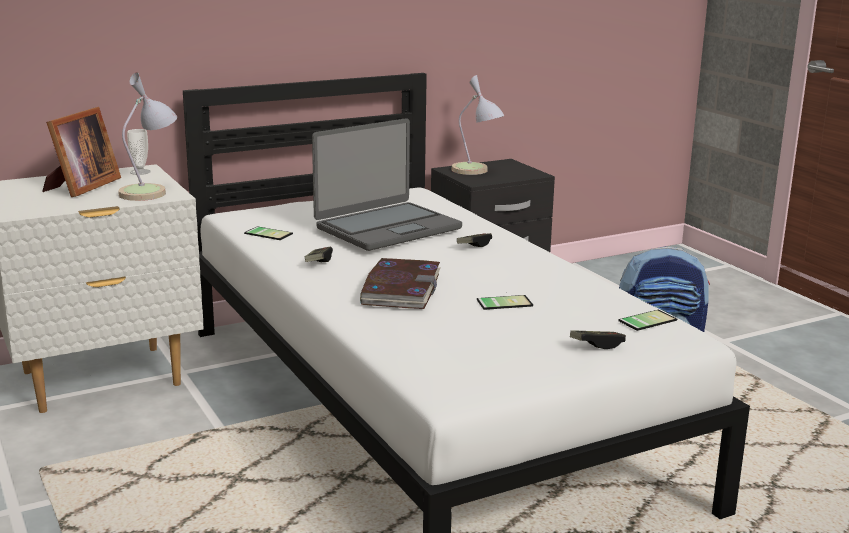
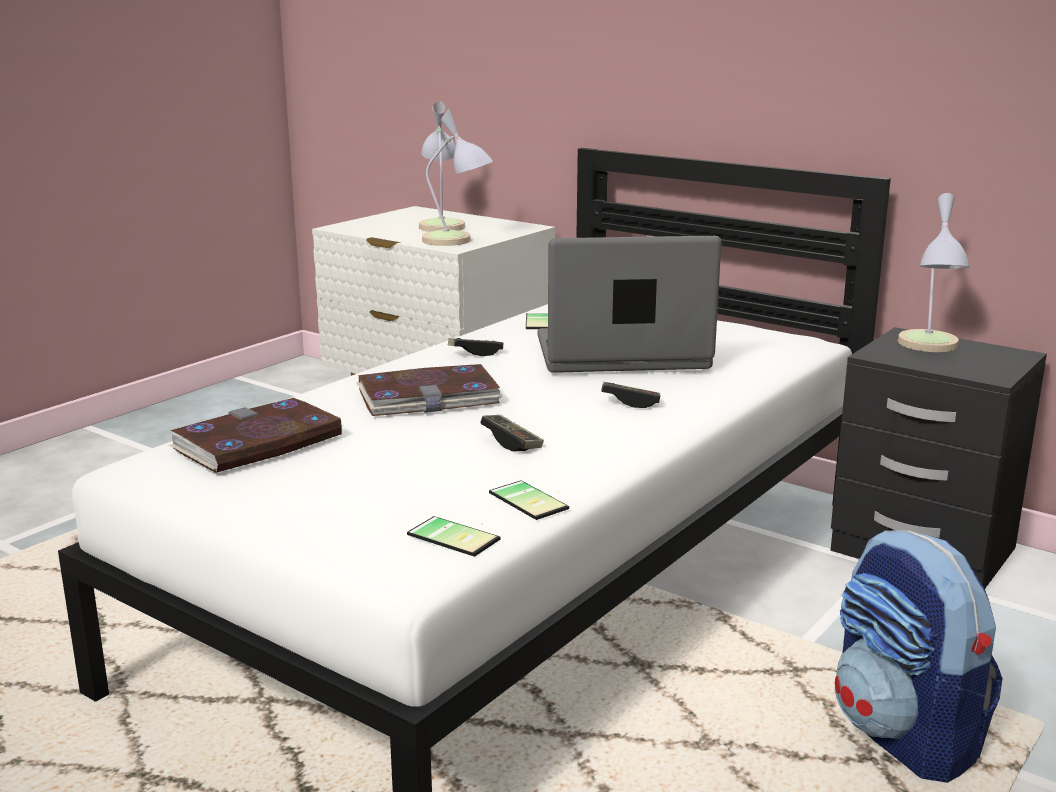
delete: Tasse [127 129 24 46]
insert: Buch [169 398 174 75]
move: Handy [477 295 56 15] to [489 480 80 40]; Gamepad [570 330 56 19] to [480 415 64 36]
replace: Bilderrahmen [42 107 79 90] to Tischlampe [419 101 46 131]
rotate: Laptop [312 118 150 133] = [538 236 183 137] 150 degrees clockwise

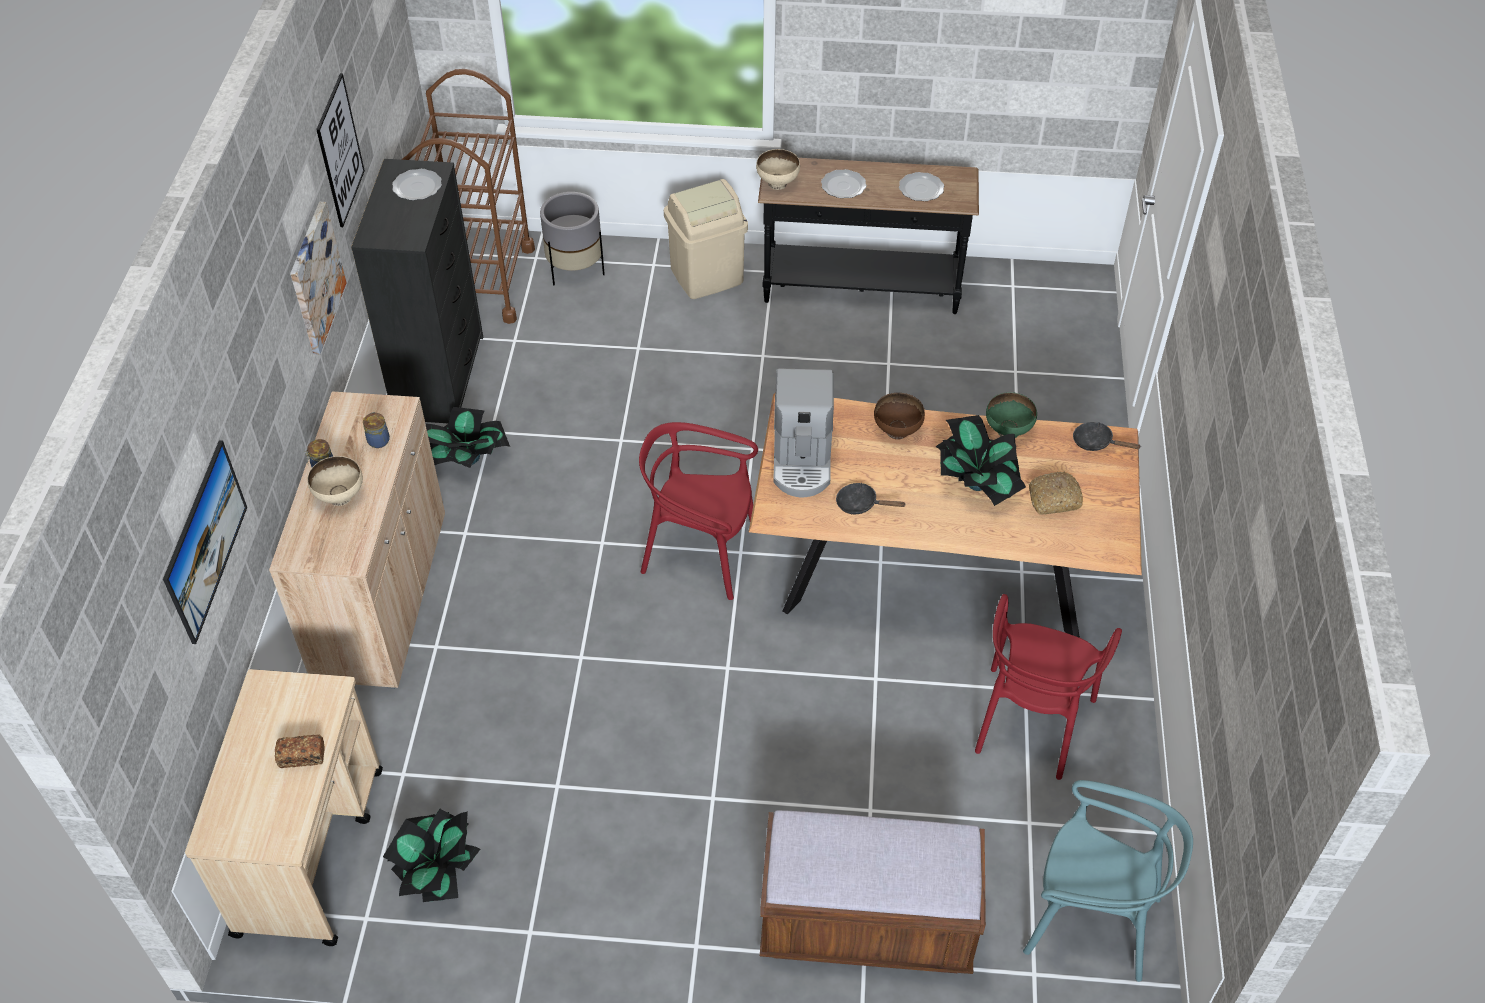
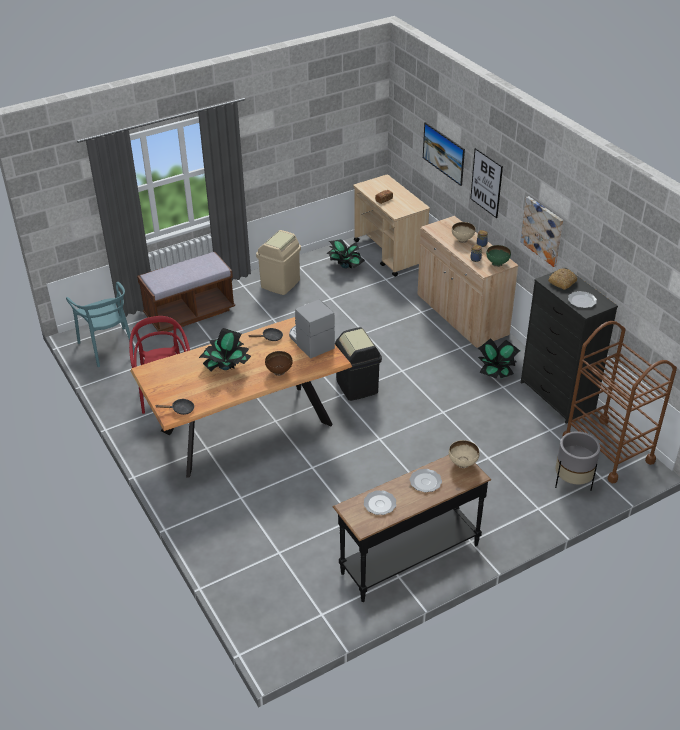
move: Bild [316 73 49 154] to [470 148 33 70]; Mülleimer (beige) [664 179 84 120] to [256 230 45 65]; Schüssel (grün) [986 392 51 46] to [486 245 25 22]; Brot [1029 472 54 43] to [548 268 29 22]
replace: Stuhl (rot) [639 422 119 178] to Mülleimer (schwarz) [335 327 47 74]
rotate: Stuhl (türkis) [1023 780 170 202] = [66 282 69 85] 105 degrees counterclockwise

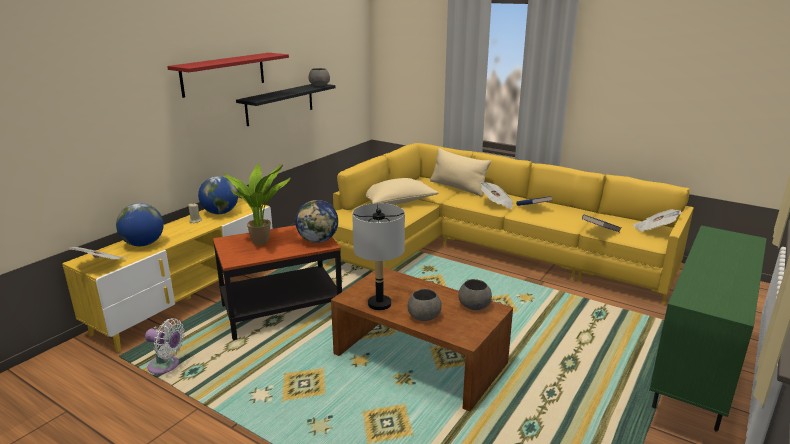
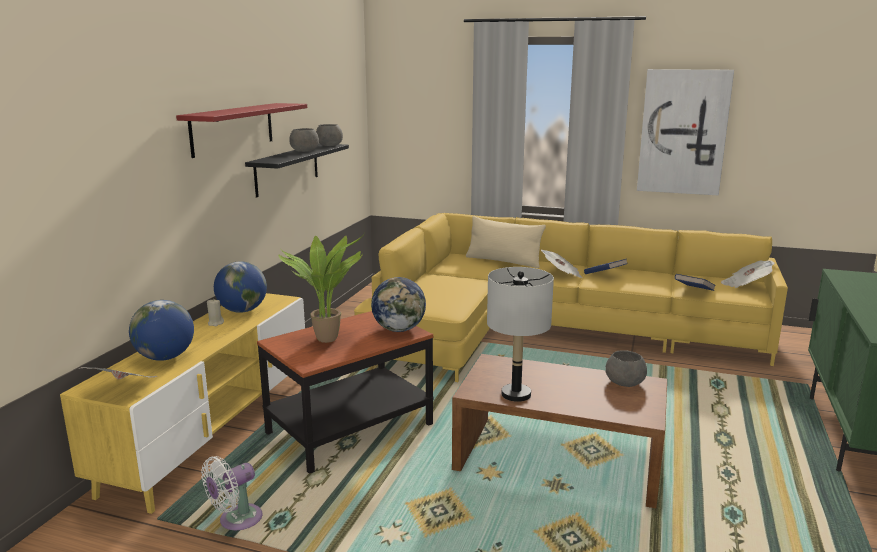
delete: Kissen (beige) [366 178 73 27]
insert: Bild [637 69 97 126]
move: Schüssel (grau) [407 289 35 32] to [289 128 30 24]
rotate: Ventilator (weiß) [145 318 40 56] = [201 456 62 74] 135 degrees clockwise

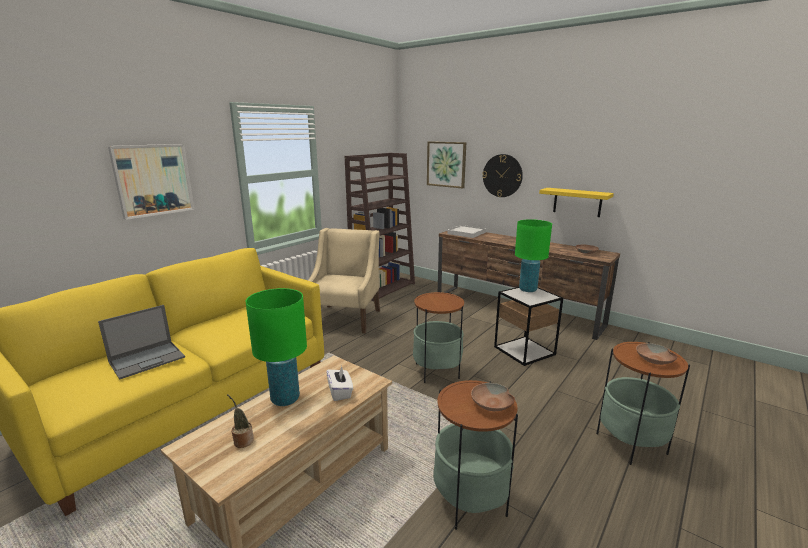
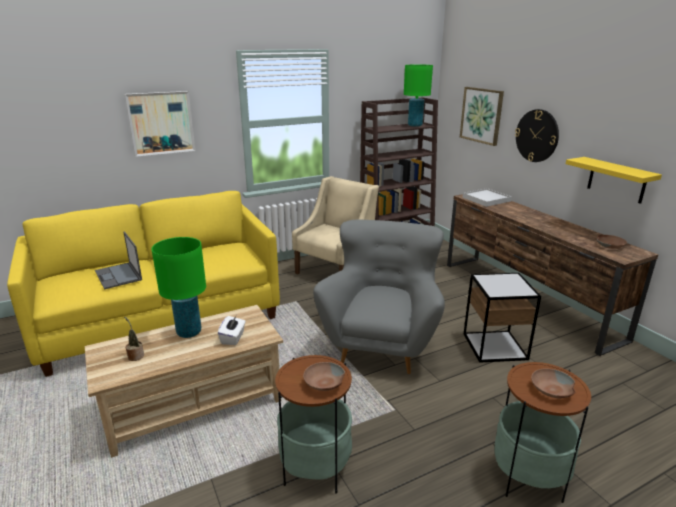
move: Tischlampe (grün) [515 219 37 73] to [404 64 29 63]
replace: Beistelltisch [413 292 51 91] to Sessel (grau) [313 220 132 154]
rotate: Laptop [98 305 87 75] = [95 231 47 58] 75 degrees clockwise

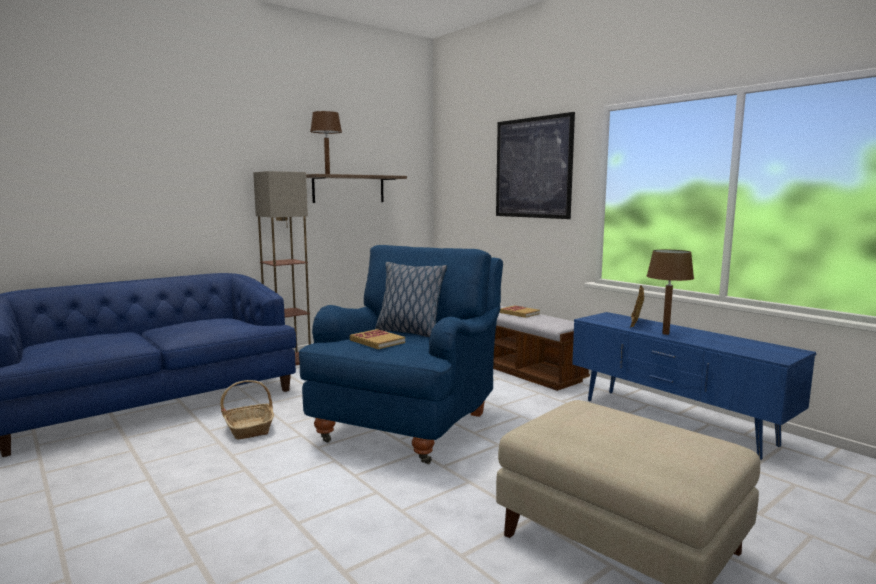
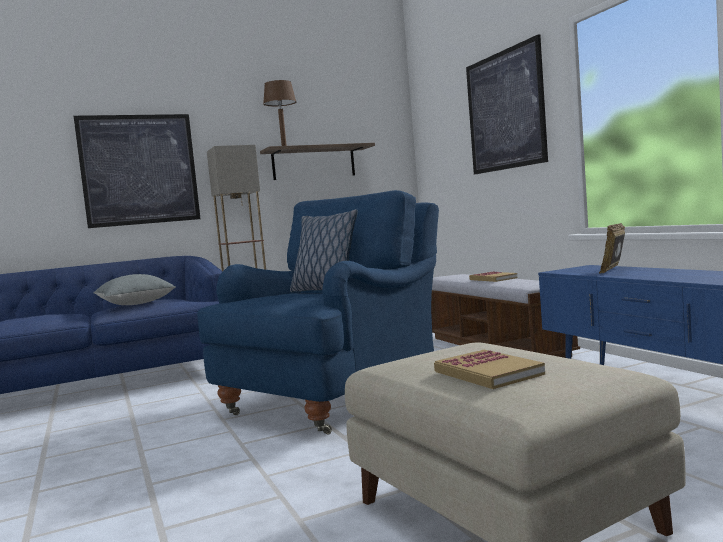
delete: Korb [220 380 54 60]; Tischlampe (braun) [647 250 47 85]
insert: Bild [74 114 126 114]; Kissen (grau) [93 274 83 31]
move: Buch [350 329 55 20] to [434 350 111 39]

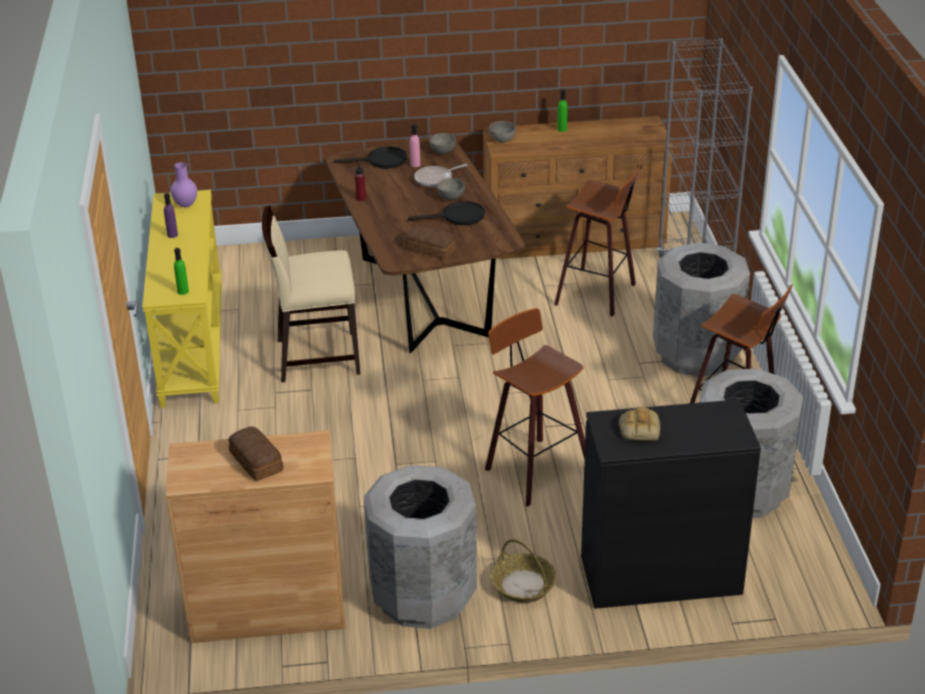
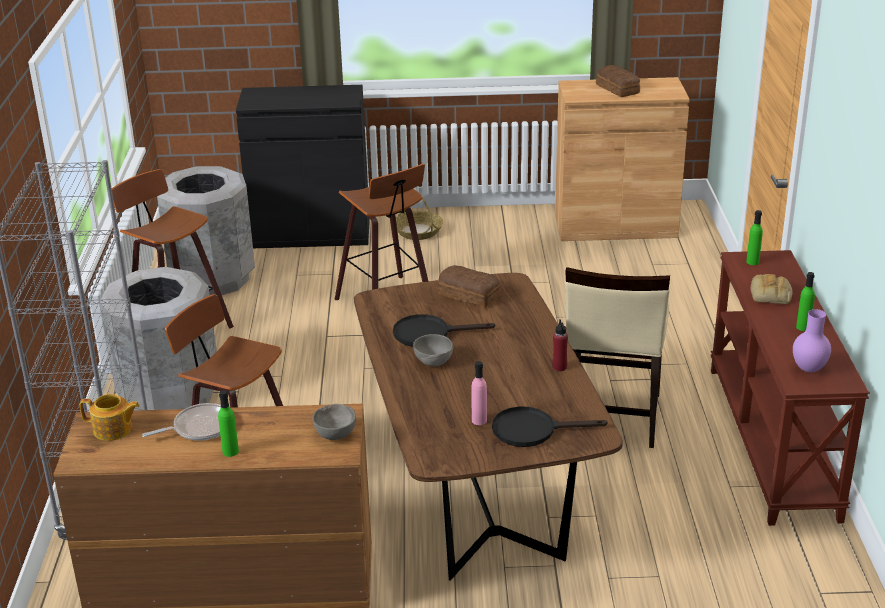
delete: Mülleimer (grau) [364 465 113 164]; Schüssel (grau) [429 133 27 21]
insert: Teekanne [80 394 60 47]
move: Pfanne [415 164 52 23] to [142 403 79 37]; Brot [619 407 41 34] to [751 274 42 30]
recolor: Konsolentisch (gelb) [142 190 80 218] to Konsolentisch (braun) [711 250 159 276]; Flasche (lila) [164 193 14 45] to Flasche (grün) [796 272 19 59]
rotate: Stuhl (beige) [262 206 98 176] = [565 267 105 181] 105 degrees clockwise

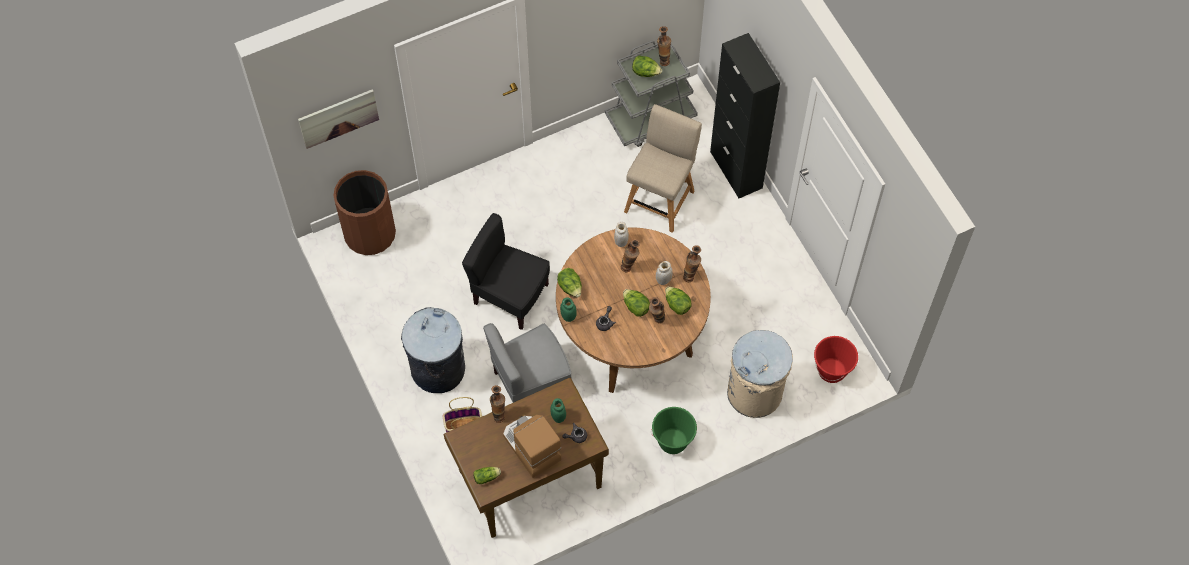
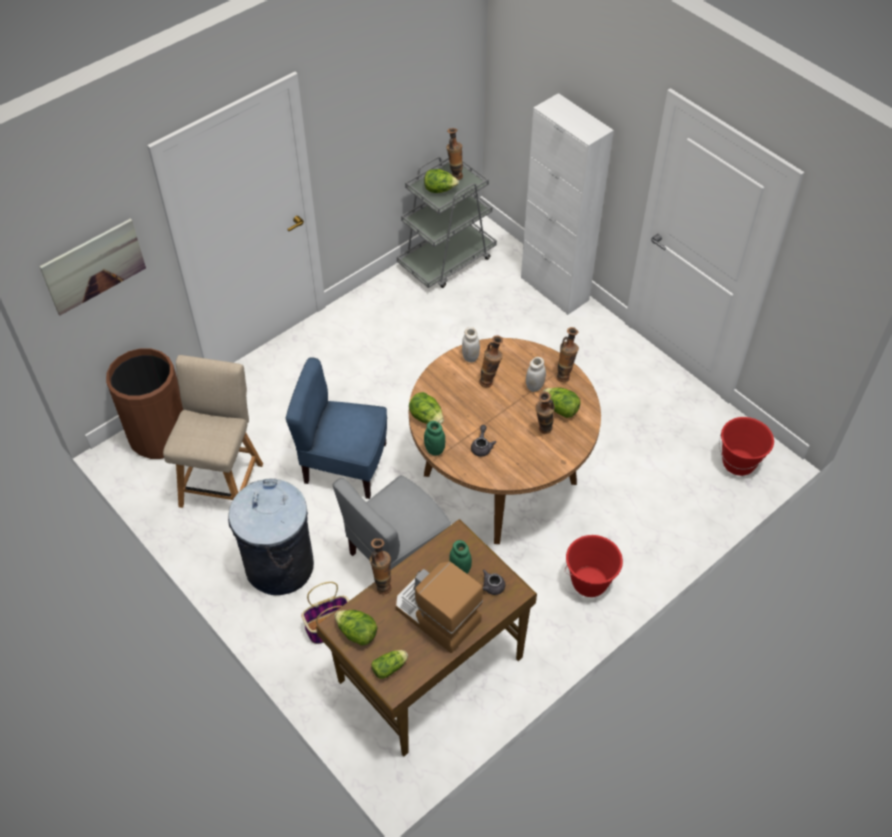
delete: Mülleimer (beige) [727 330 66 88]
move: Salatkopf [623 289 27 28] to [335 610 42 35]; Stuhl (beige) [624 104 78 129] to [163 355 100 153]
recolor: Stuhl (schwarz) [462 213 88 117] to Stuhl (blau) [286 357 101 142]; Eimer (grün) [651 407 46 47] to Eimer (rot) [565 535 58 62]; Schrank (schwarz) [710 33 70 166] to Schrank (weiß) [521 93 93 222]

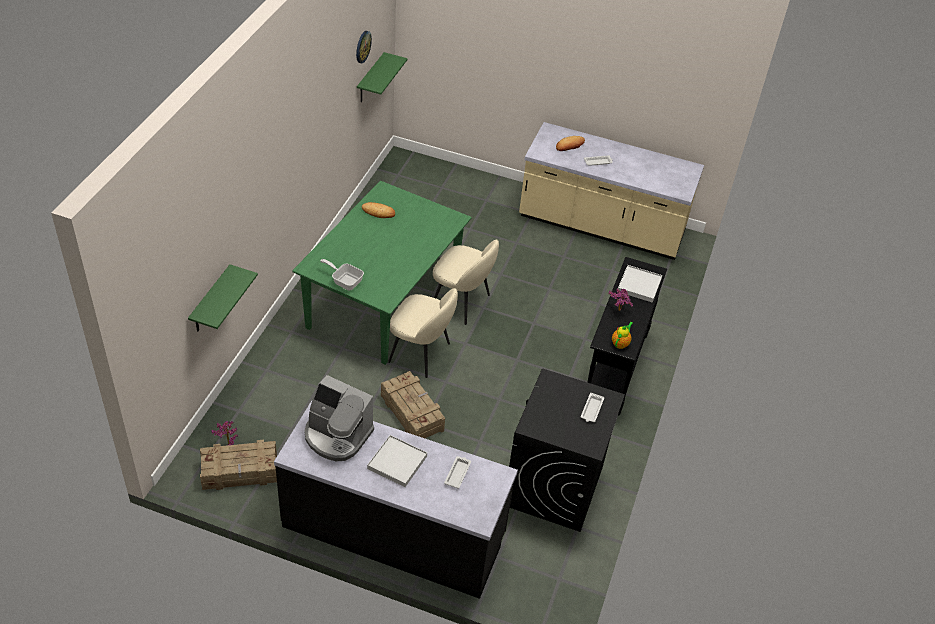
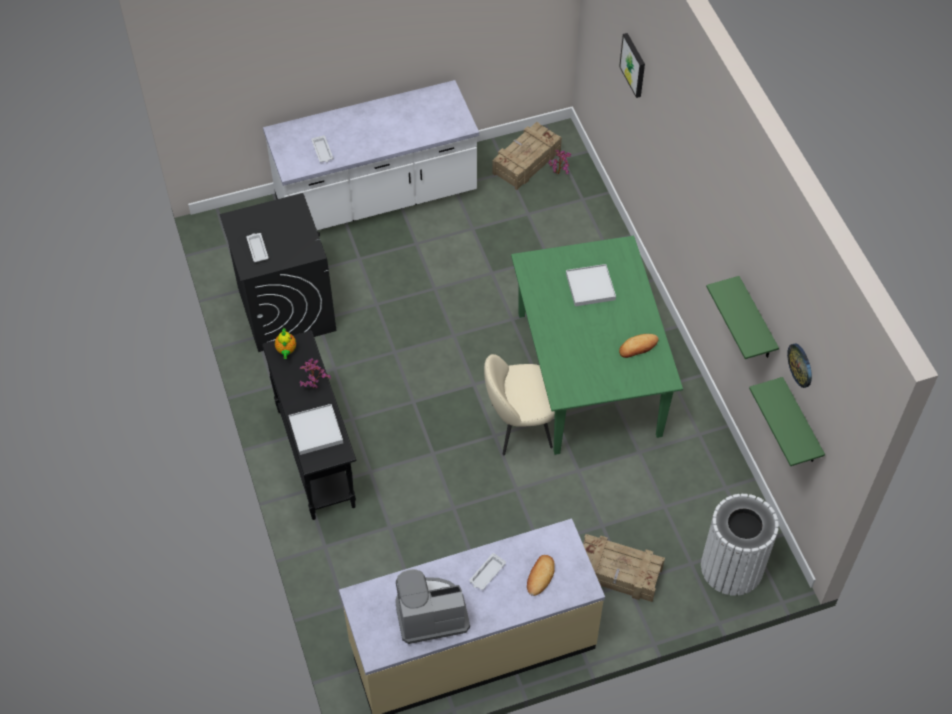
delete: Pfanne [320 259 44 31]; Stuhl (beige) [388 288 70 90]
insert: Bild [619 33 26 65]; Mülleimer (weiß) [701 494 78 102]
move: Wandregal (grün) [188 265 70 67] to [706 276 73 83]; Kaffeemaschine [304 375 70 86] to [395 569 75 75]; Tablett (weiß) [367 435 60 52] to [566 264 50 42]; Kiste [381 371 64 67] to [583 534 82 68]
recolor: Küchenzeile (schwarz) [274 401 244 198] to Küchenzeile (weiß) [263 80 216 150]

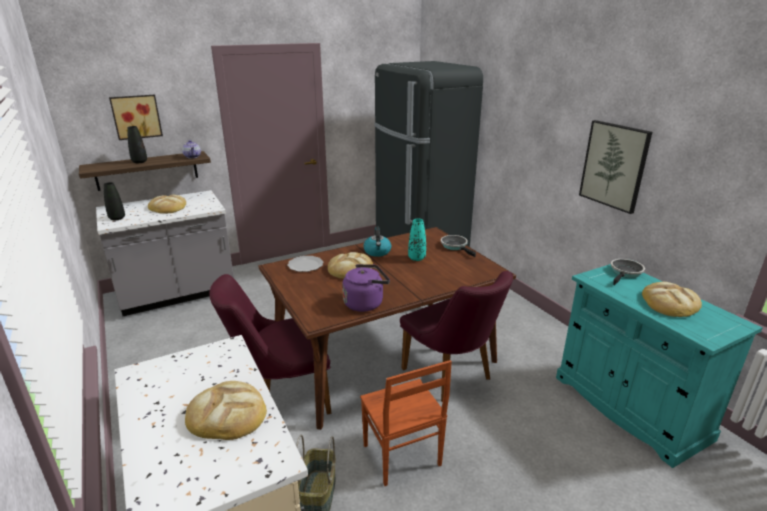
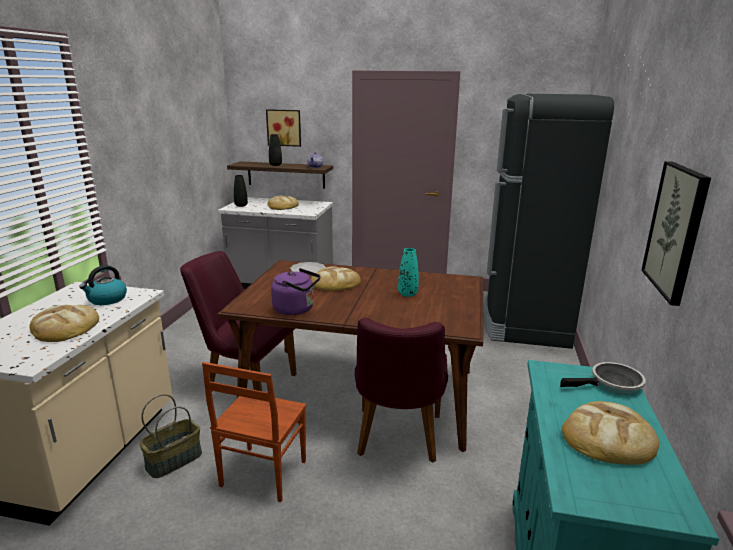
delete: Pfanne [441 235 35 22]
move: Wasserkessel [363 226 28 31] to [79 265 48 40]

